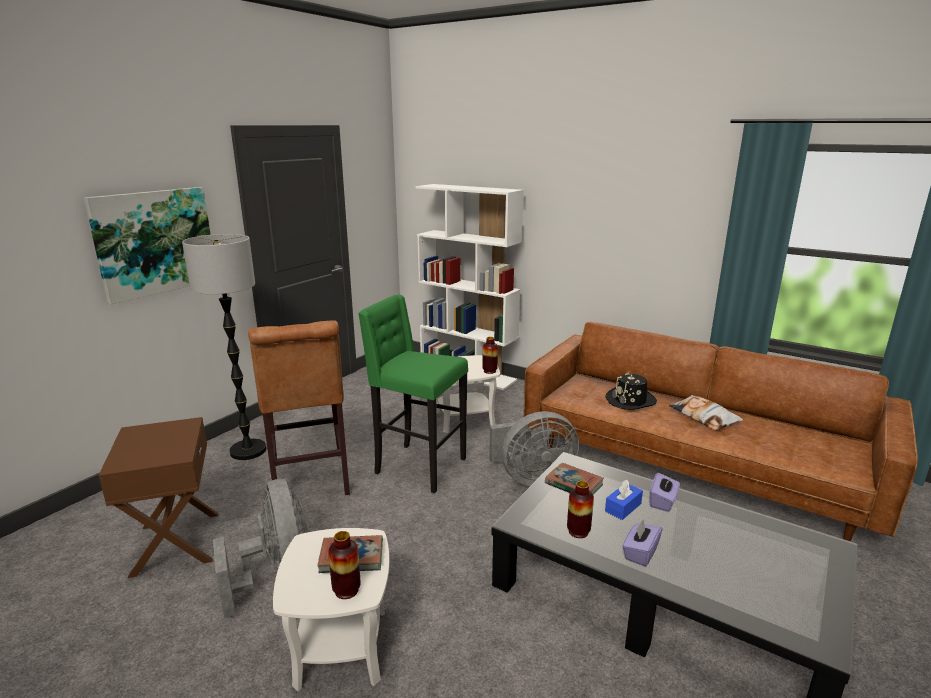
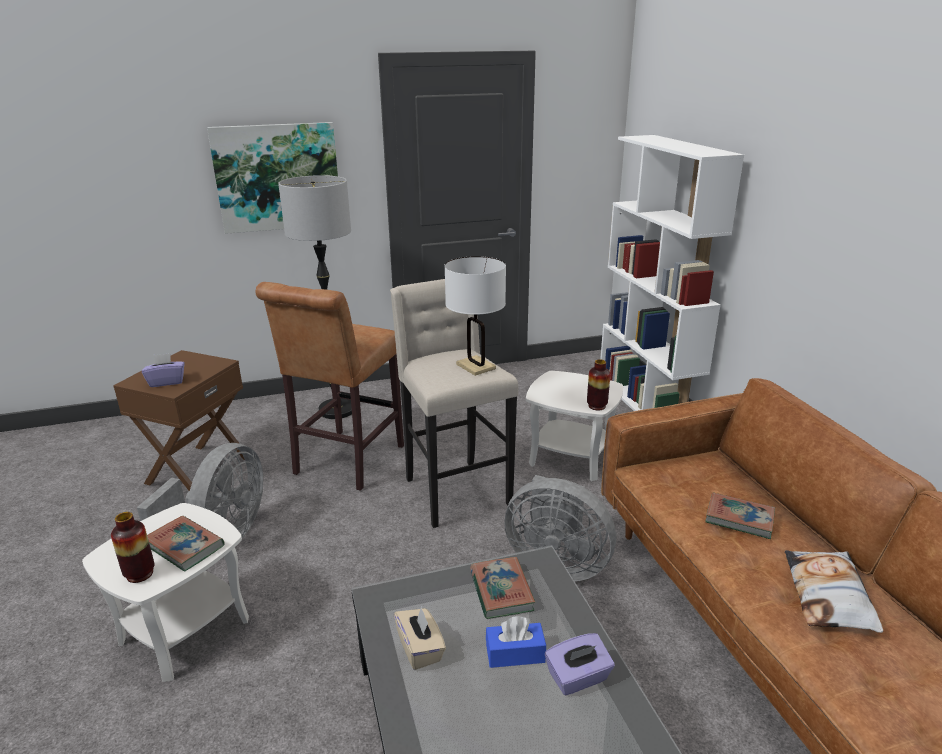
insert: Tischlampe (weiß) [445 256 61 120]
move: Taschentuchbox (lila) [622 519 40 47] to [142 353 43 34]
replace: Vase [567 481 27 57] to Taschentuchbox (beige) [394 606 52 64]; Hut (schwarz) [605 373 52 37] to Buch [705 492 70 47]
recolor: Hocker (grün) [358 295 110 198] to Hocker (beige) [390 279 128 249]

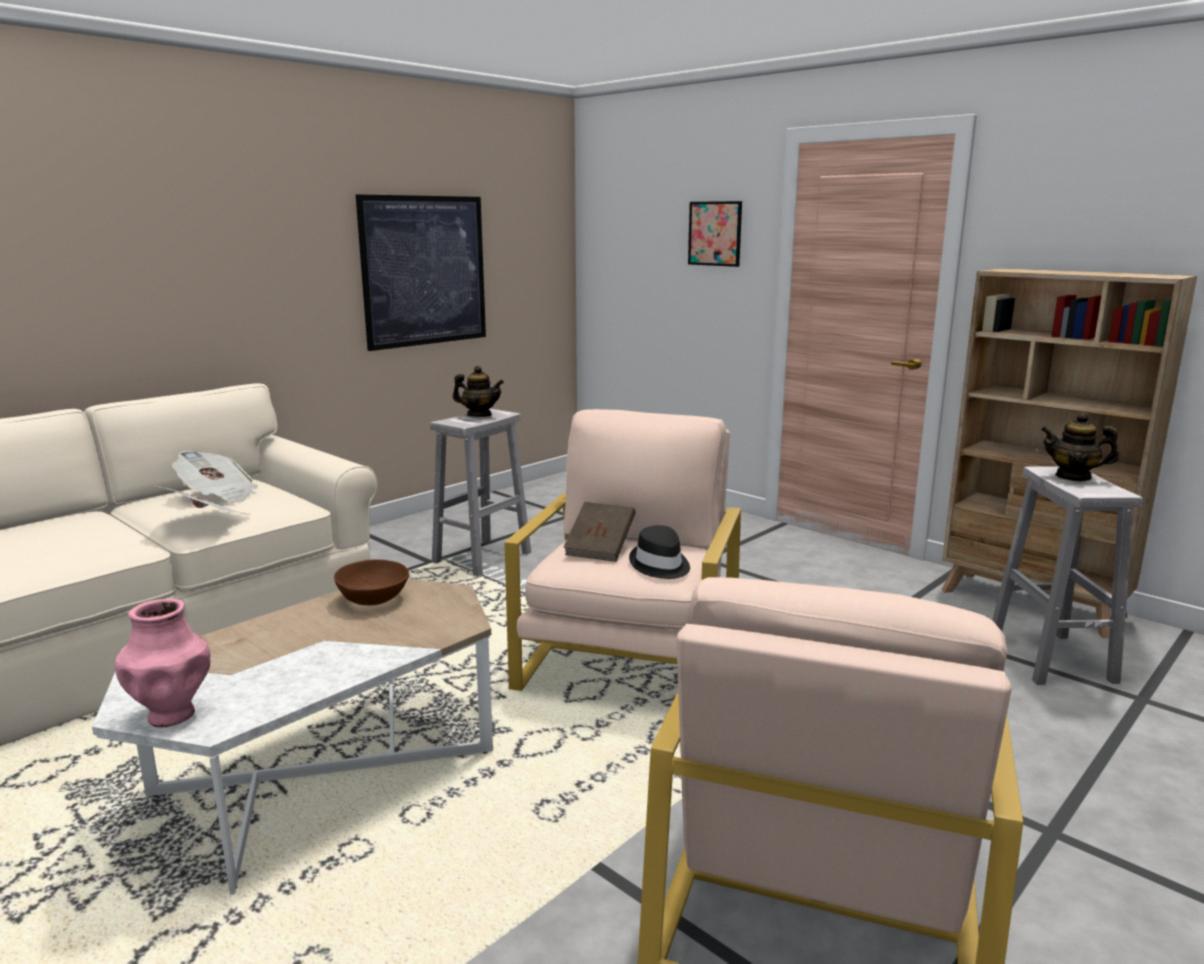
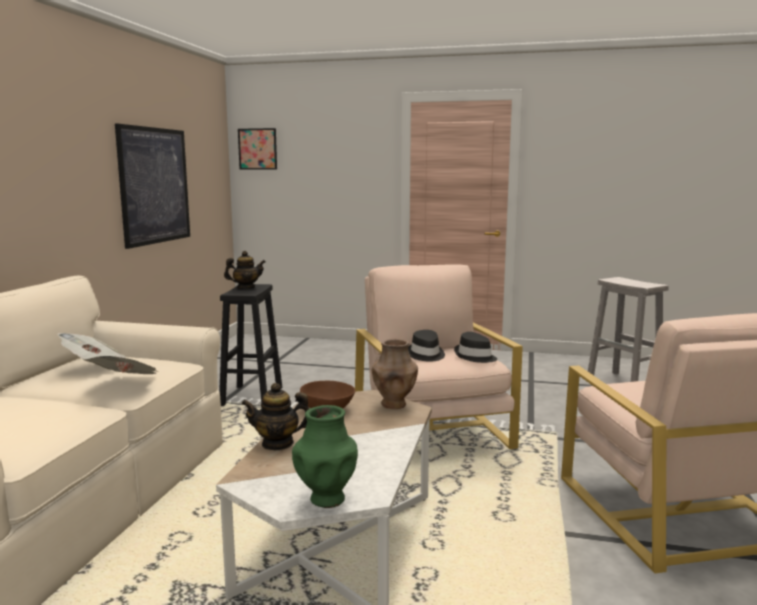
delete: Bücherregal (beige) [942 268 255 370]
insert: Vase (braun) [372 338 46 71]
move: Bild [688 201 54 66] to [238 128 39 41]; Teekanne [1041 413 78 68] to [241 383 68 67]
replace: Buch (braun) [564 502 71 60] to Hut (schwarz) [408 330 37 32]
recolor: Vase (rosa) [115 599 96 128] to Vase (grün) [292 405 66 103]; Hocker (weiß) [430 409 101 167] to Hocker (schwarz) [219 284 63 122]

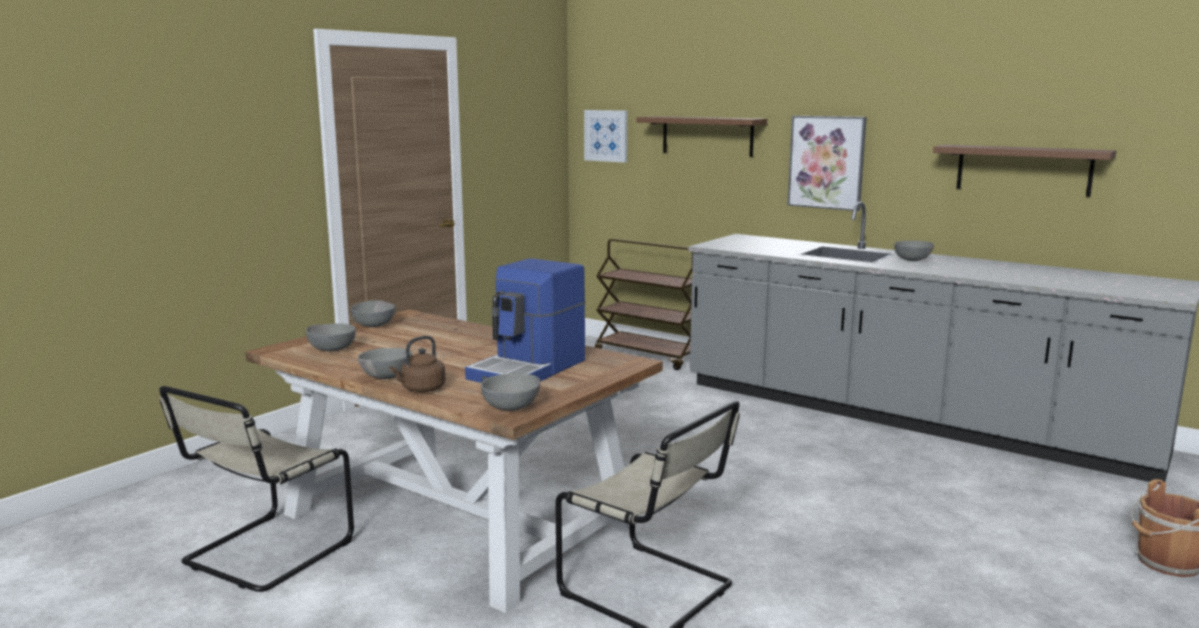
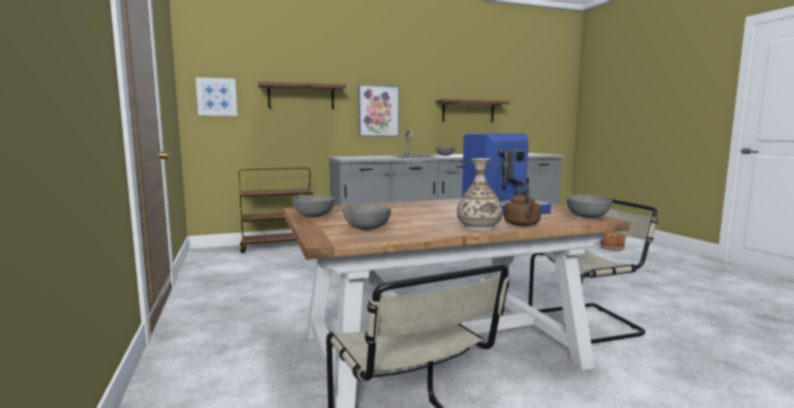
replace: Schüssel (grau) [358 348 54 31] to Vase [457 158 46 73]

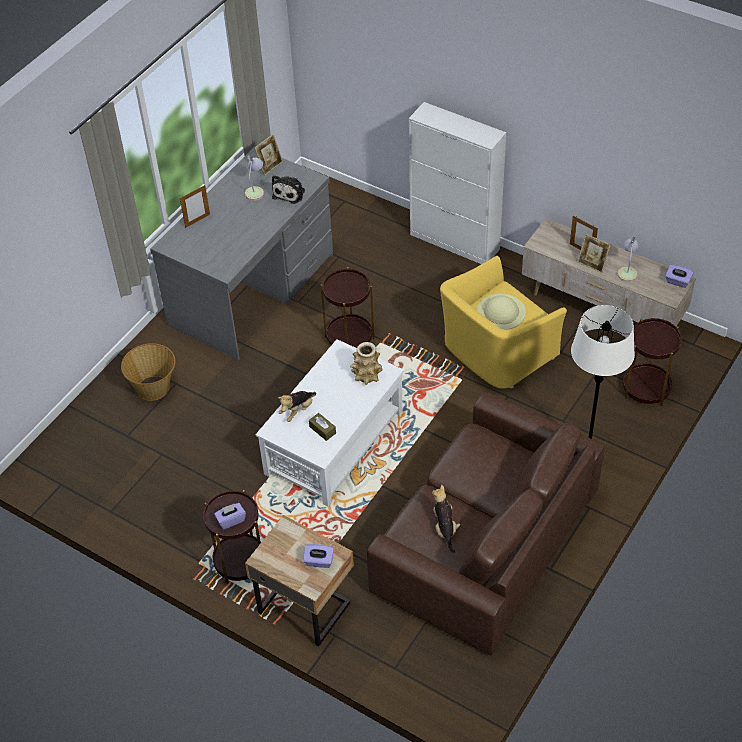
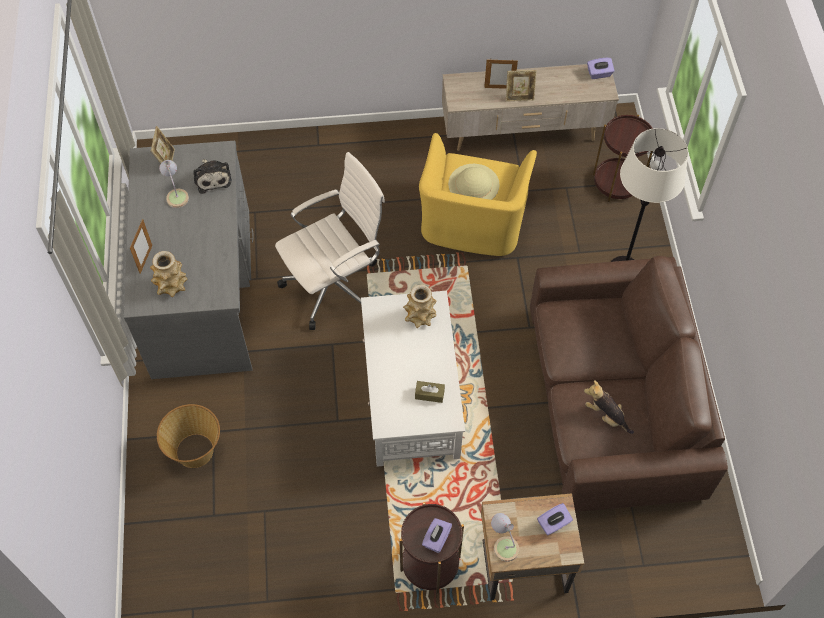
delete: Plüschtier [278 391 38 31]; Schrank (weiß) [409 102 97 162]
insert: Vase [150 251 37 46]
move: Tischlampe [618 236 21 46] to [491 513 28 49]
replace: Beistelltisch (braun) [321 267 53 81] to Bürostuhl (weiß) [275 152 110 178]

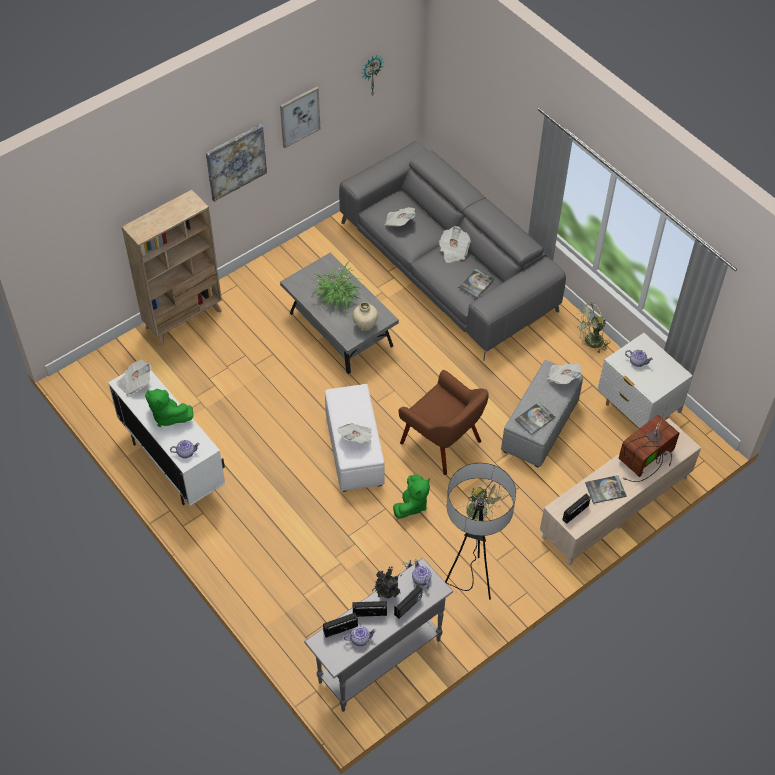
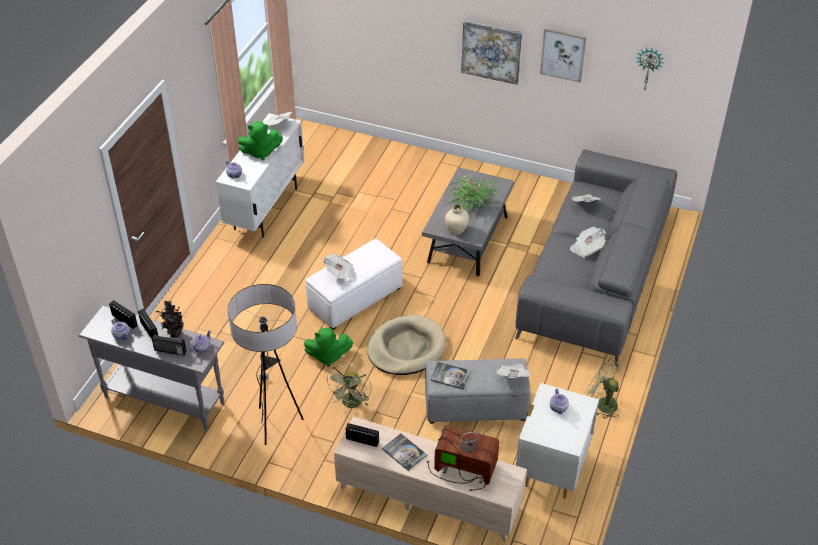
delete: Bücherregal (beige) [122 189 100 157]; Buch [459 269 35 29]
replace: Sessel (braun) [399 370 90 105] to Hundebett (beige) [367 315 79 60]
rotate: Plüschtier (grün) [145 389 49 38] = [238 121 45 40] 105 degrees counterclockwise

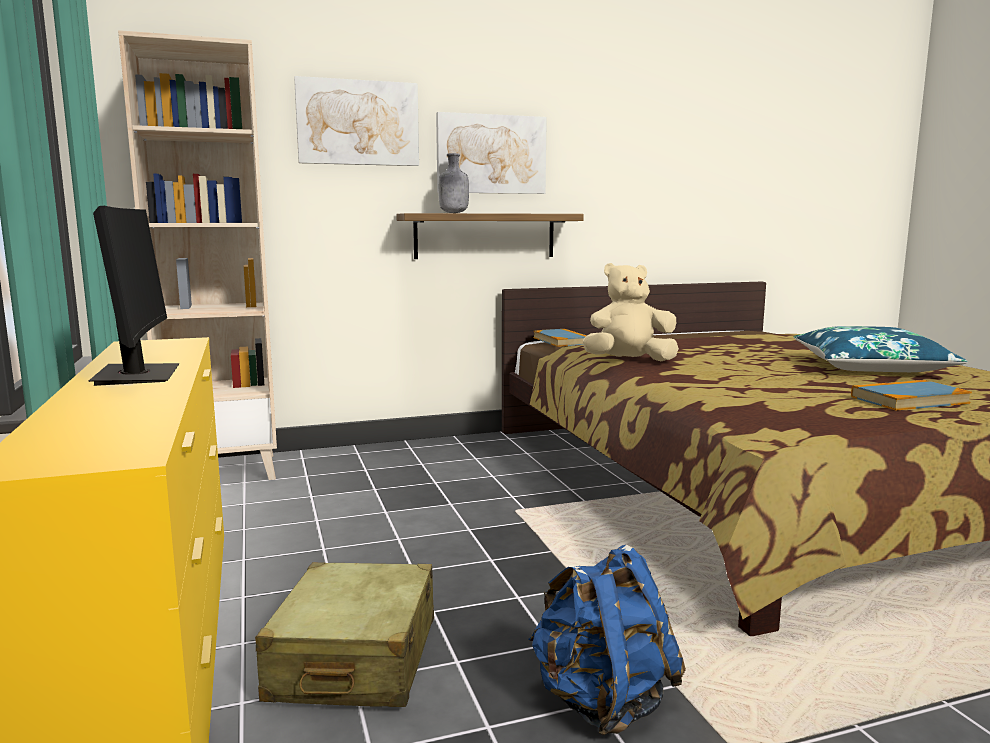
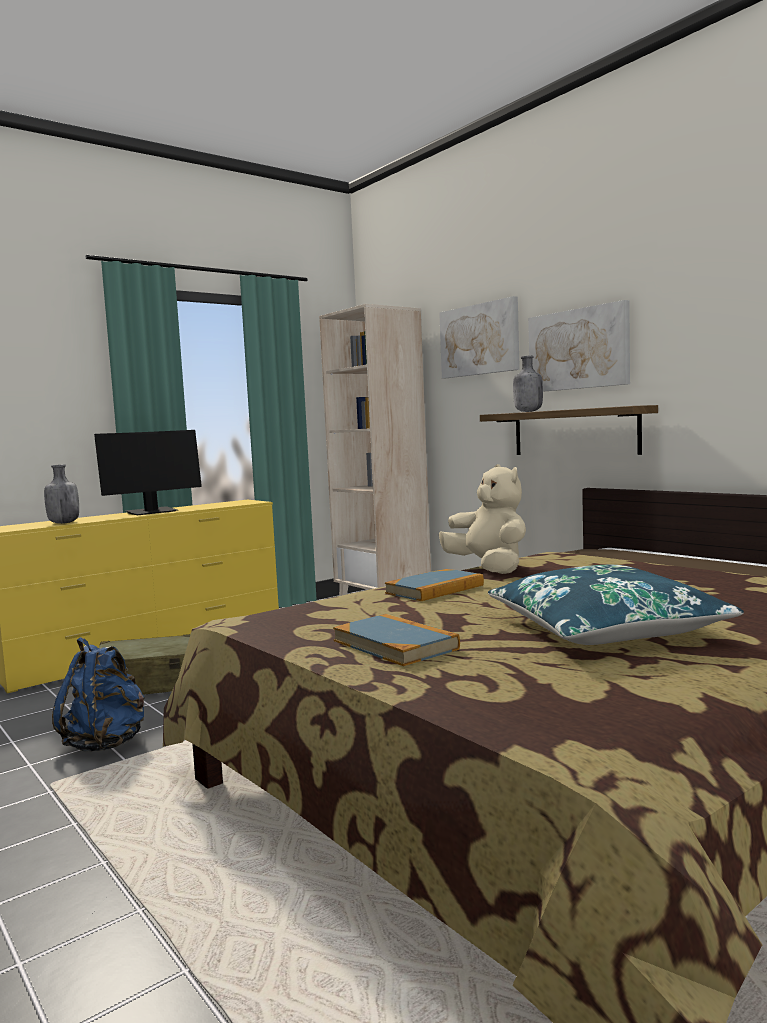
insert: Flasche (grau) [44 464 35 60]
move: Buch [533 329 54 18] to [385 569 99 32]

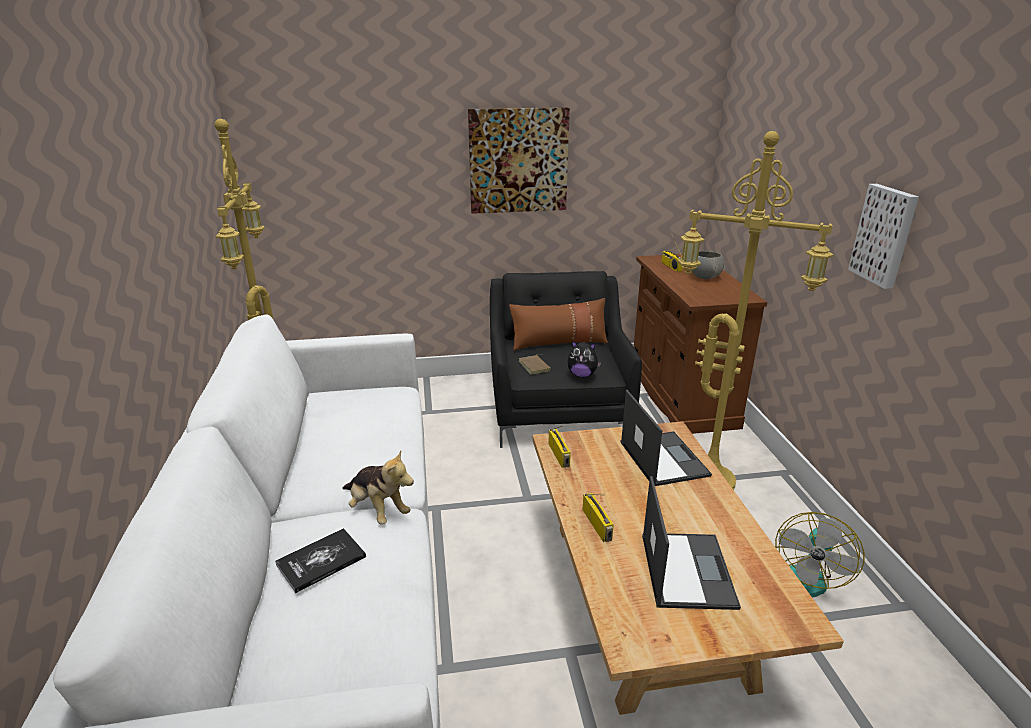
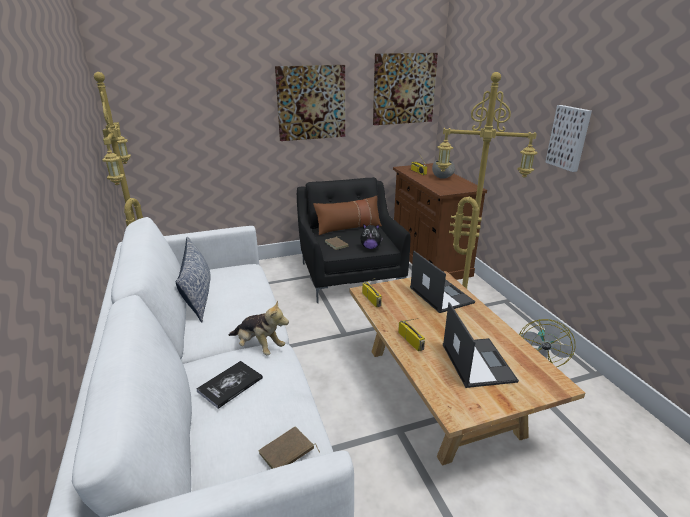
insert: Kissen [176 237 35 85]; Buch (braun) [259 426 61 43]; Bild [373 53 65 72]

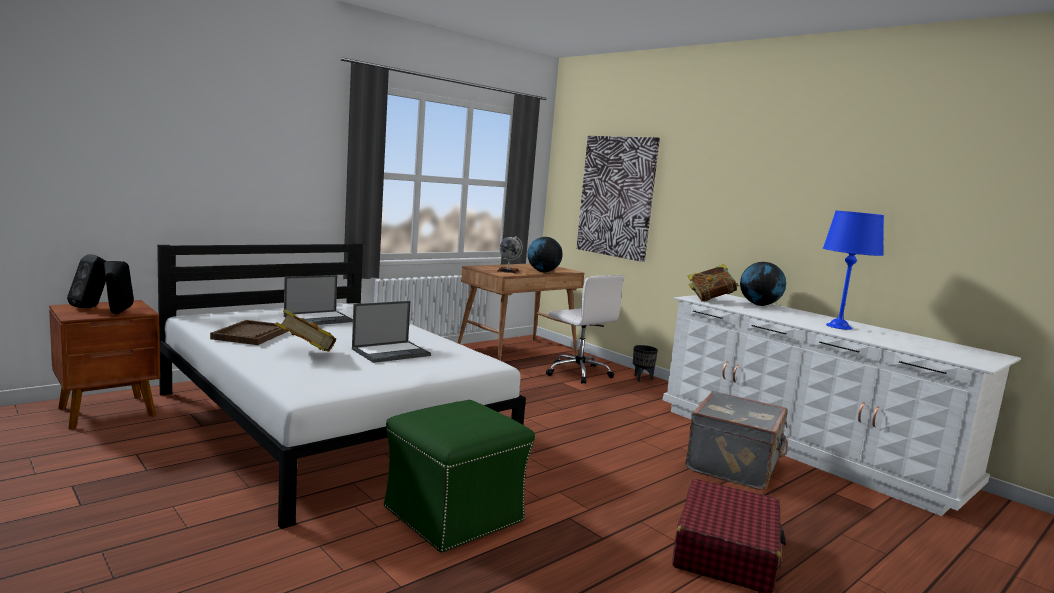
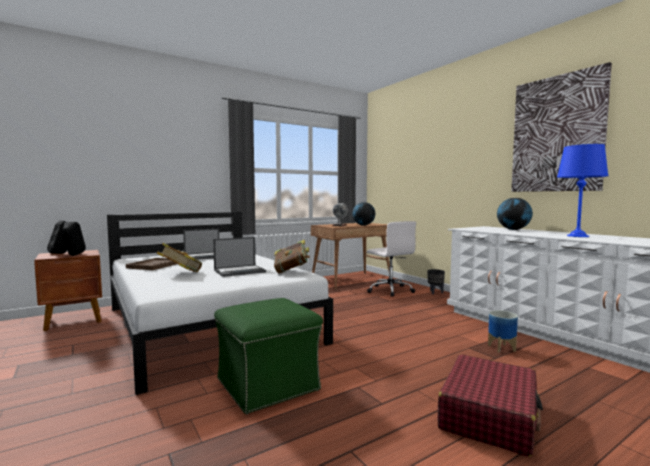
move: Bild [576 136 84 126] to [511 62 101 130]; Buch [688 264 51 37] to [274 240 36 34]
replace: Koffer (grau) [685 391 103 99] to Pflanzkübel [488 310 30 43]

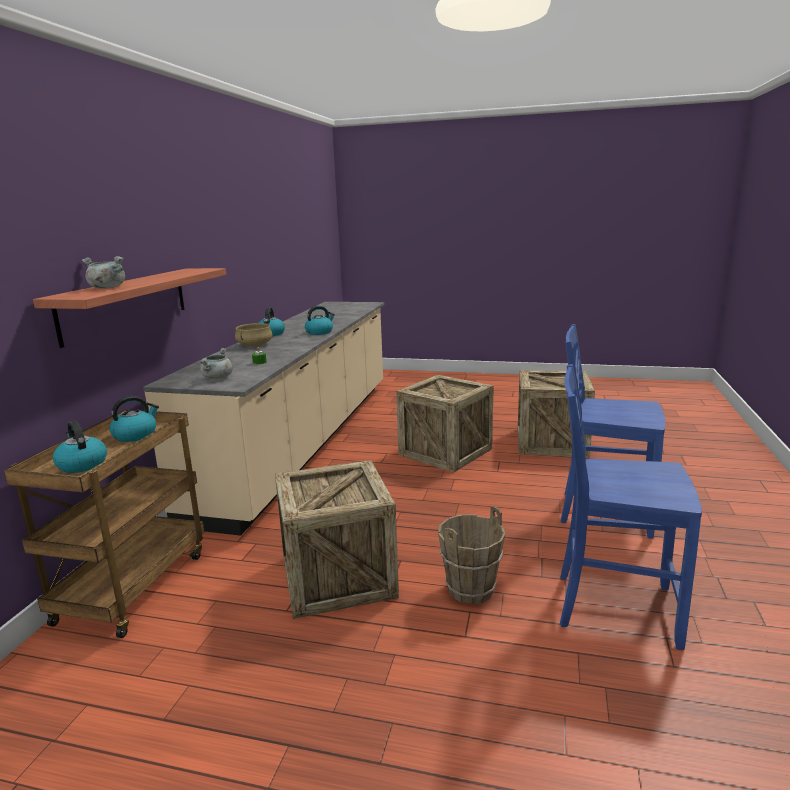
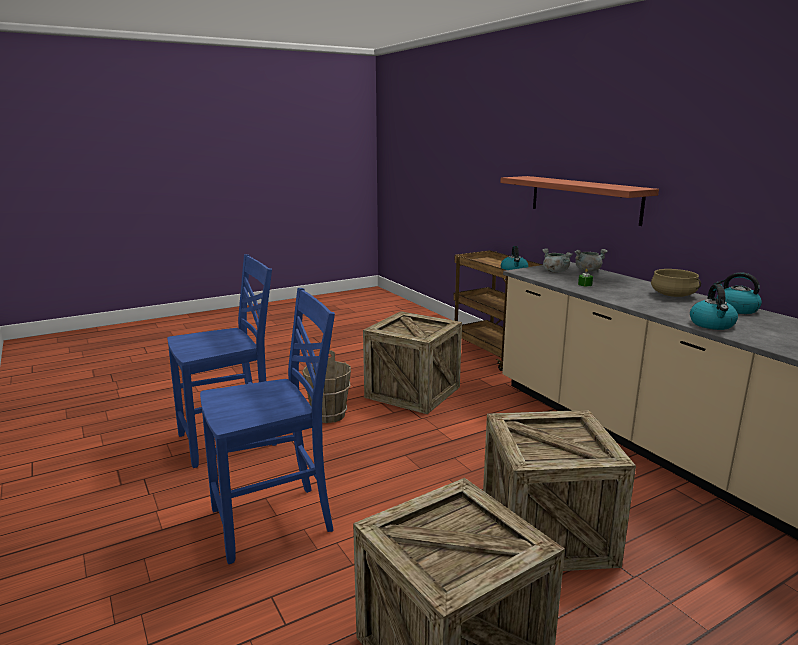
delete: Wasserkessel [53 421 54 52]
move: Kochtopf (grau) [82 256 43 33] to [575 249 32 22]

